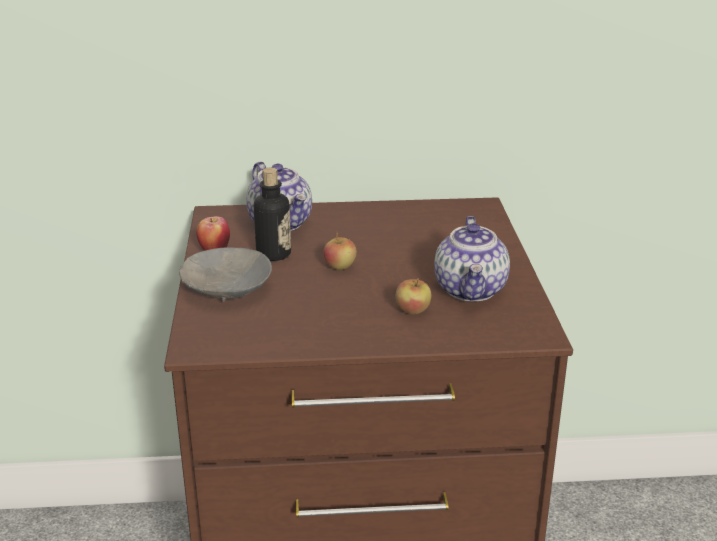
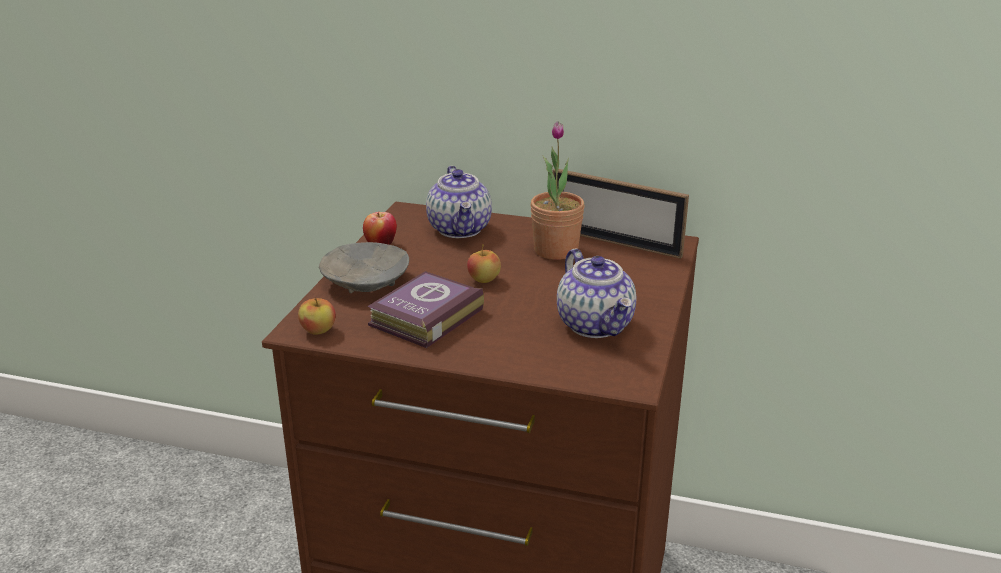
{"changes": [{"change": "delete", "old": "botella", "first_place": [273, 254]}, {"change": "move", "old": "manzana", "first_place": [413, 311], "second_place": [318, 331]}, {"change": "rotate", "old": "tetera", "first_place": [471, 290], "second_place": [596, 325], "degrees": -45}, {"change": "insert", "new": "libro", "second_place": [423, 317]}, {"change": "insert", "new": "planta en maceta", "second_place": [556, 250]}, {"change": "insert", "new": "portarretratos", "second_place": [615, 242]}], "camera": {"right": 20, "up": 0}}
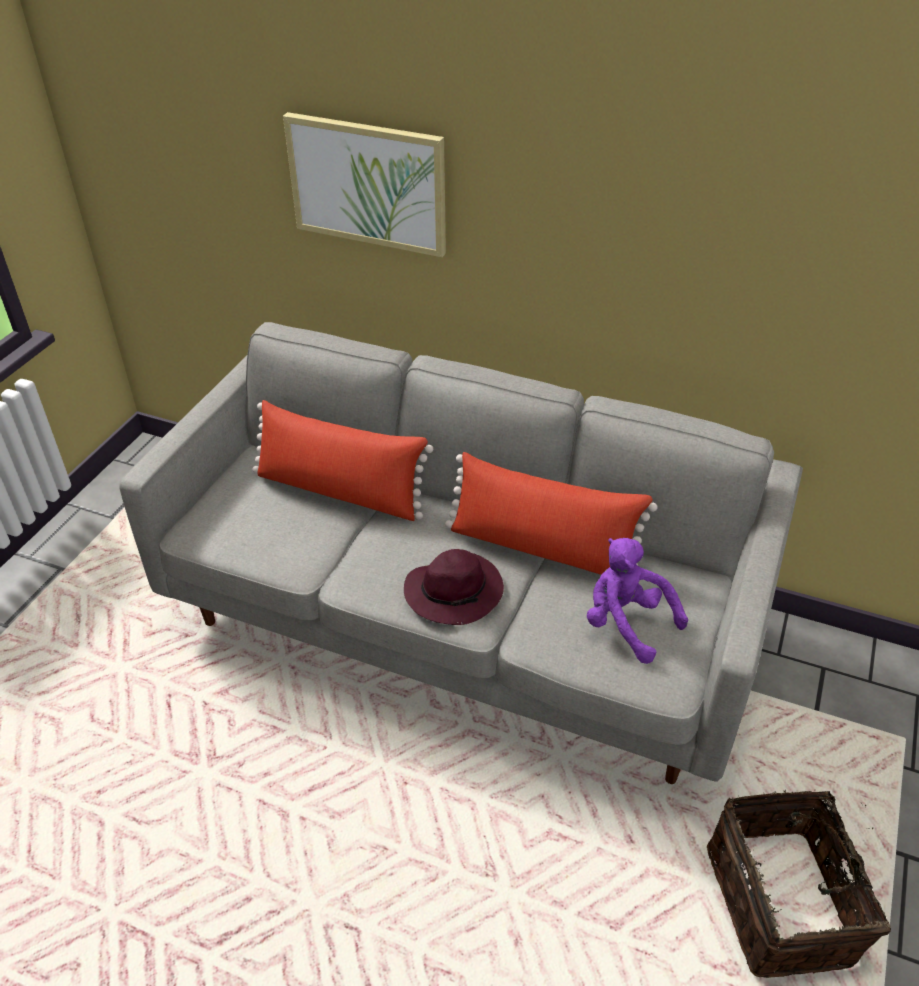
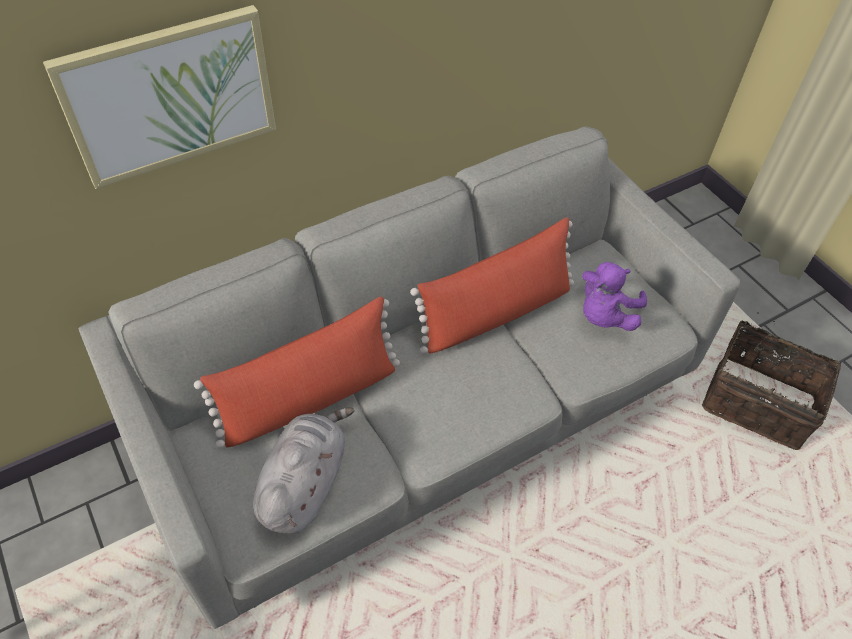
{"changes": [{"change": "delete", "old": "sombrero (morado)", "first_place": [455, 591]}, {"change": "rotate", "old": "peluche (morado)", "first_place": [626, 623], "second_place": [604, 316], "degrees": -45}, {"change": "insert", "new": "peluche (gris)", "second_place": [304, 483]}], "camera": {"right": -55, "up": 10}}
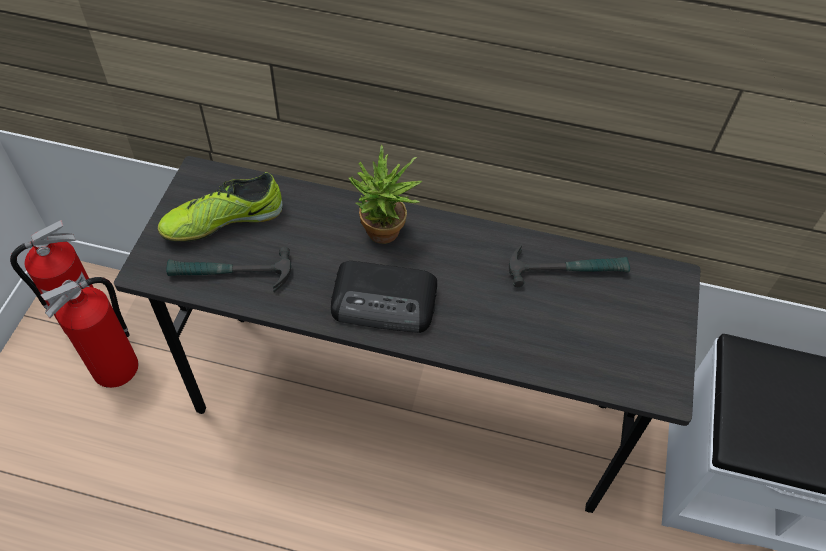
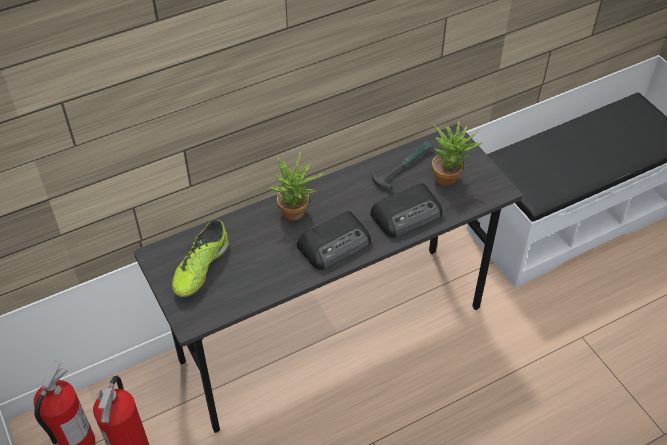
{"changes": [{"change": "delete", "old": "martillo", "first_place": [230, 274]}, {"change": "insert", "new": "radio", "second_place": [407, 214]}, {"change": "insert", "new": "planta en maceta", "second_place": [450, 176]}], "camera": {"right": -40, "up": -5}}
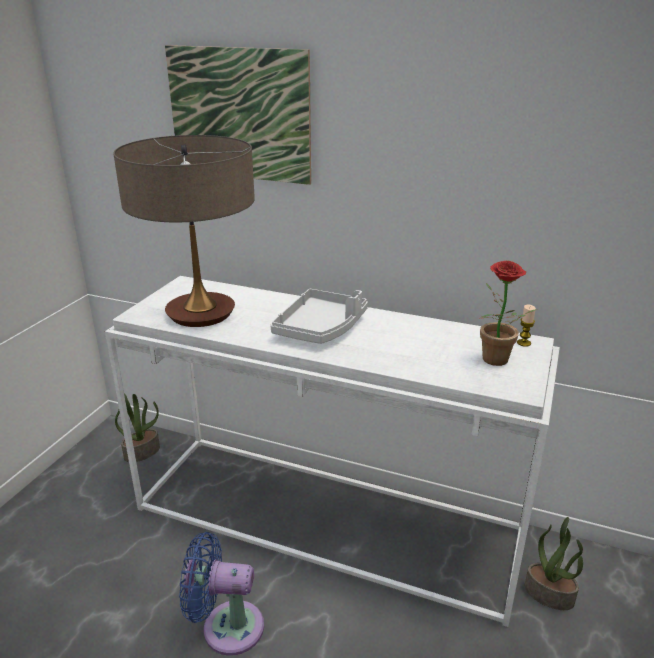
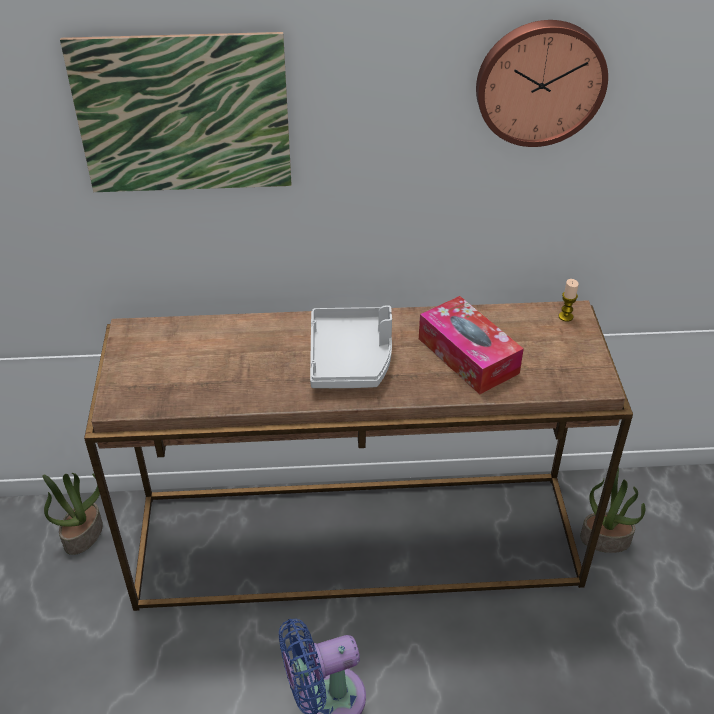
{"changes": [{"change": "recolor", "old": "mesa consola (blanco)", "new": "mesa consola (marrón)", "first_place": [330, 518], "second_place": [359, 538]}, {"change": "delete", "old": "lámpara de mesa", "first_place": [200, 313]}, {"change": "delete", "old": "planta en maceta", "first_place": [496, 362]}, {"change": "insert", "new": "caja de pañuelos", "second_place": [468, 356]}, {"change": "insert", "new": "reloj de pared", "second_place": [539, 82]}], "camera": {"right": -25, "up": 15}}
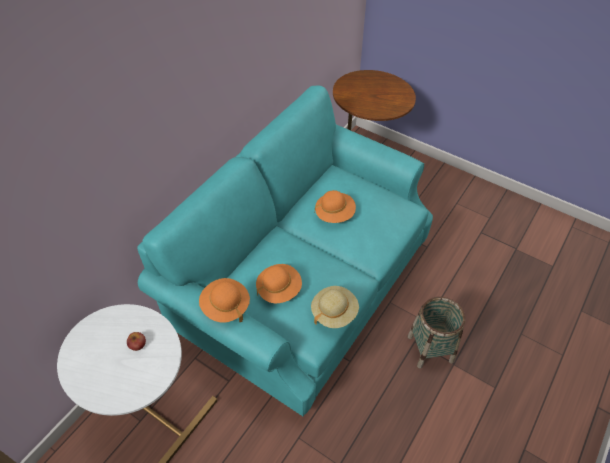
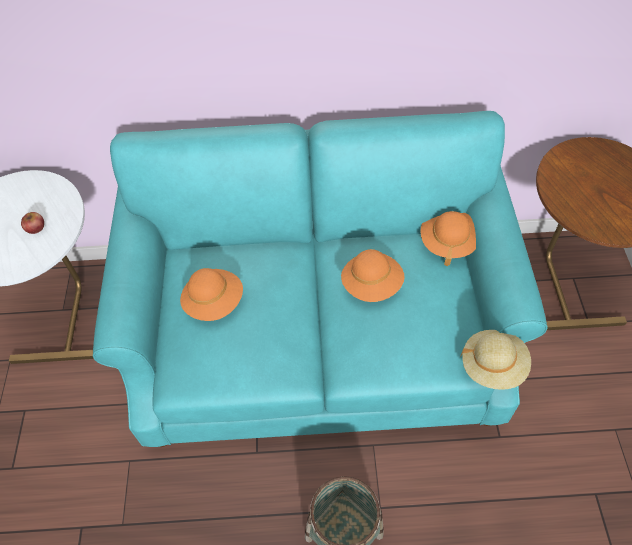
{"changes": [{"change": "move", "old": "sombrero (naranja)", "first_place": [225, 306], "second_place": [447, 242]}, {"change": "move", "old": "sombrero (beis)", "first_place": [334, 312], "second_place": [493, 366]}], "camera": {"right": 55, "up": 5}}
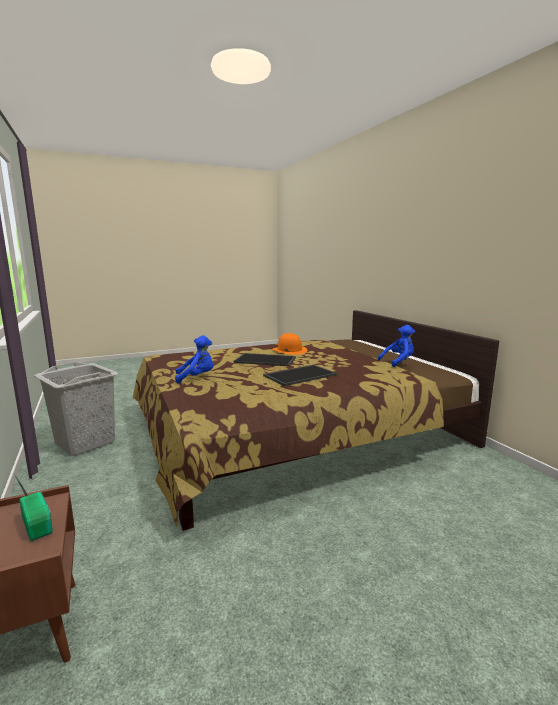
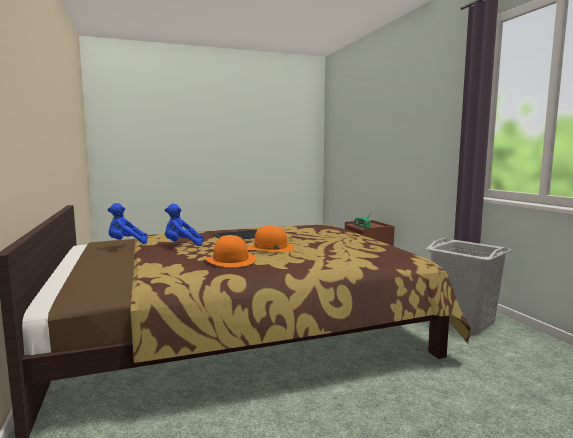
{"changes": [{"change": "move", "old": "peluche (azul)", "first_place": [196, 377], "second_place": [182, 245]}, {"change": "replace", "old": "bandeja", "new": "sombrero (naranja)", "first_place": [266, 360], "second_place": [270, 248]}], "camera": {"right": -175, "up": -5}}
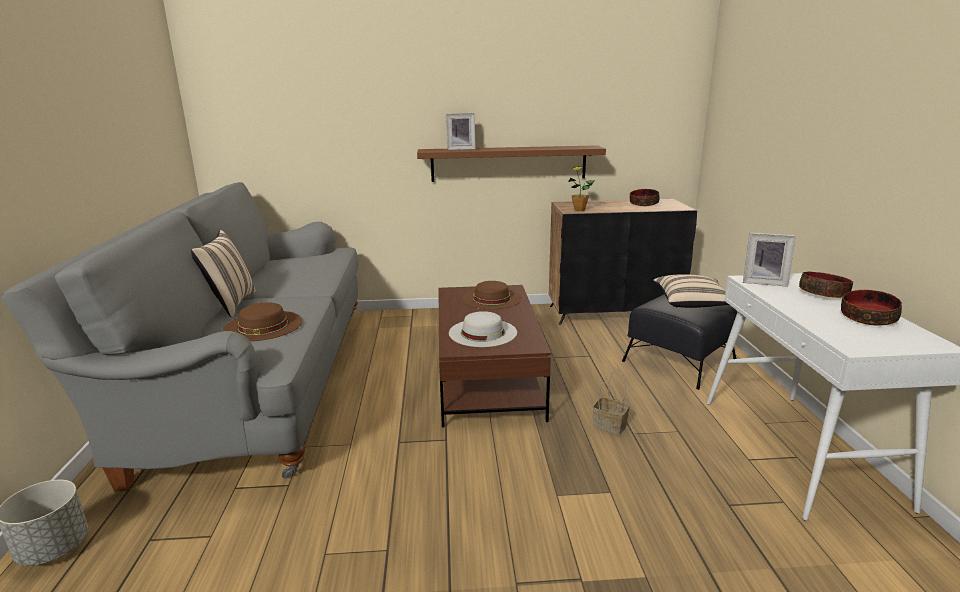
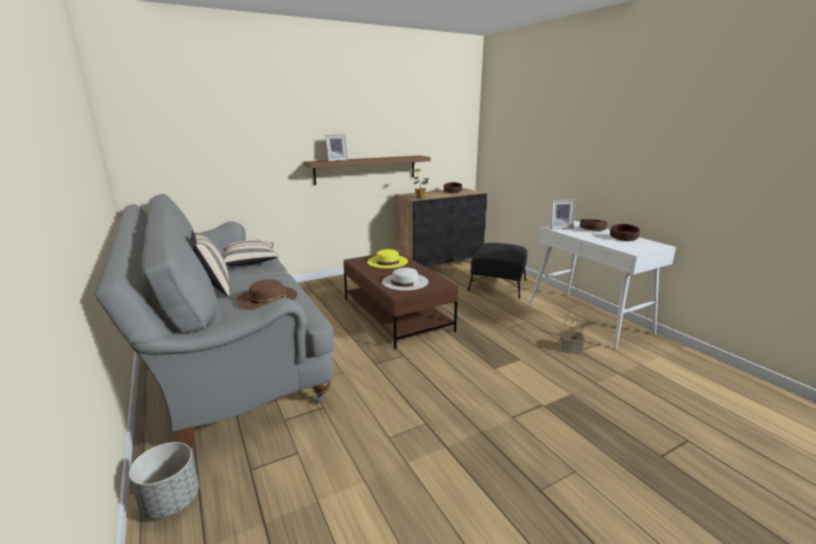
{"changes": [{"change": "recolor", "old": "sombrero (marrón)", "new": "sombrero (amarillo)", "first_place": [491, 298], "second_place": [387, 261]}, {"change": "move", "old": "cesta", "first_place": [608, 425], "second_place": [569, 349]}, {"change": "move", "old": "cojín (beis)", "first_place": [692, 303], "second_place": [251, 262]}], "camera": {"right": -25, "up": 0}}
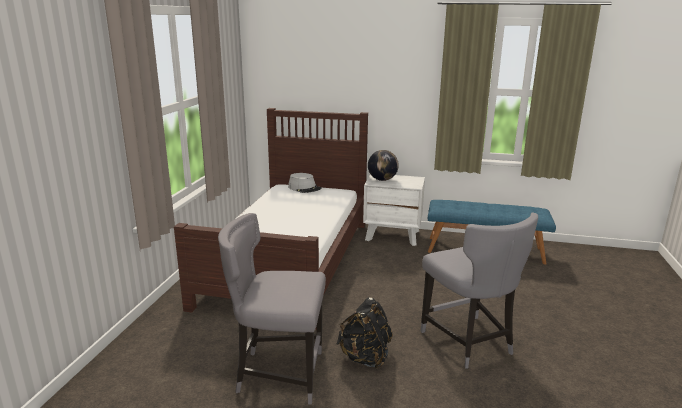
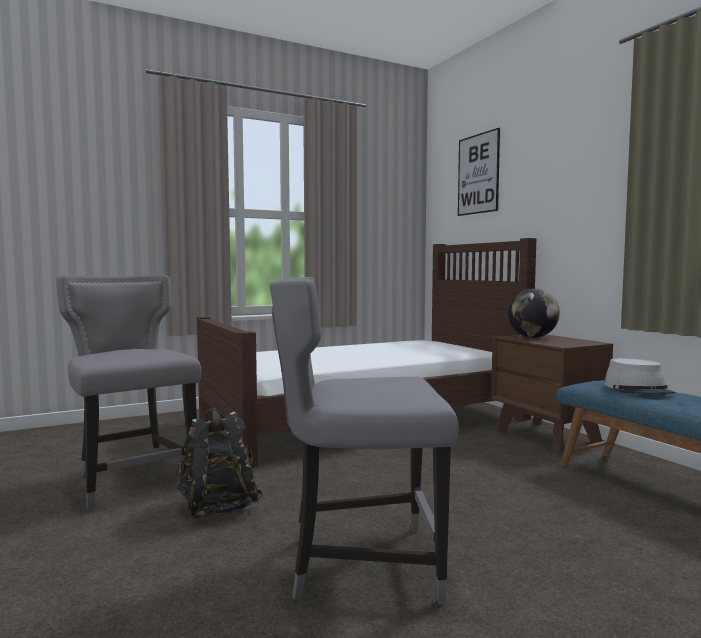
{"changes": [{"change": "move", "old": "sombrero (gris)", "first_place": [304, 188], "second_place": [638, 389]}, {"change": "recolor", "old": "mesita de noche (blanco)", "new": "mesita de noche (marrón)", "first_place": [393, 235], "second_place": [547, 436]}, {"change": "rotate", "old": "silla (gris)", "first_place": [468, 342], "second_place": [360, 564], "degrees": 60}, {"change": "insert", "new": "cuadro", "second_place": [478, 174]}], "camera": {"right": 50, "up": -15}}
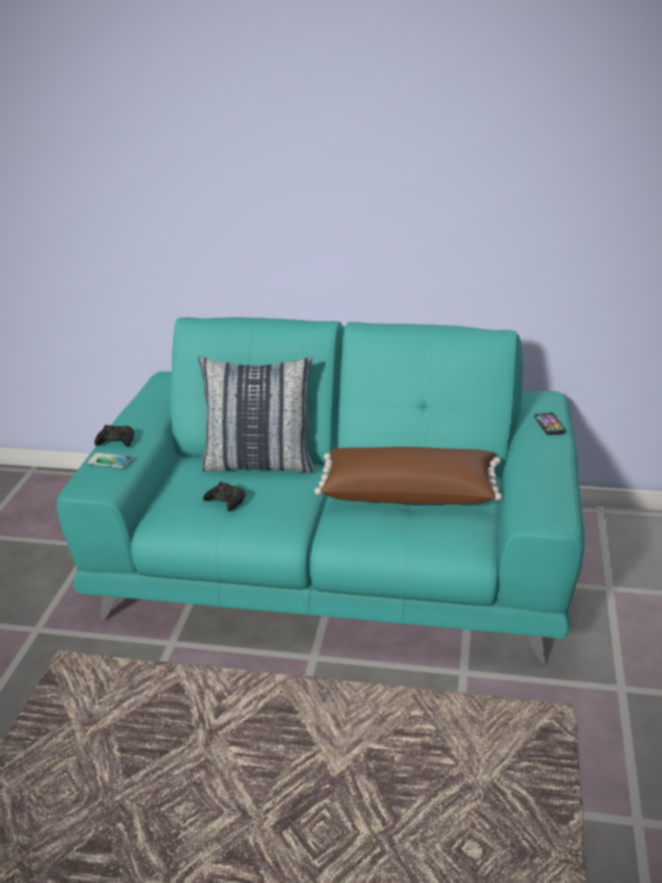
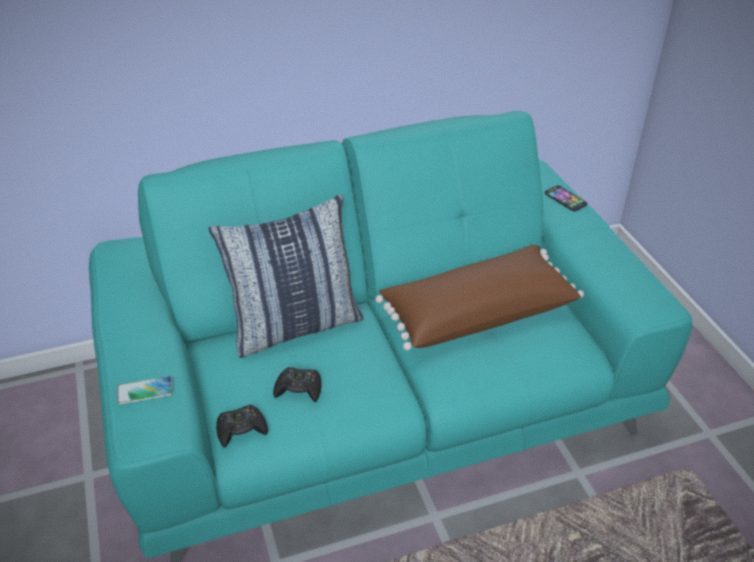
{"changes": [{"change": "move", "old": "mando de consola (negro)", "first_place": [116, 441], "second_place": [241, 429]}], "camera": {"right": -30, "up": 10}}
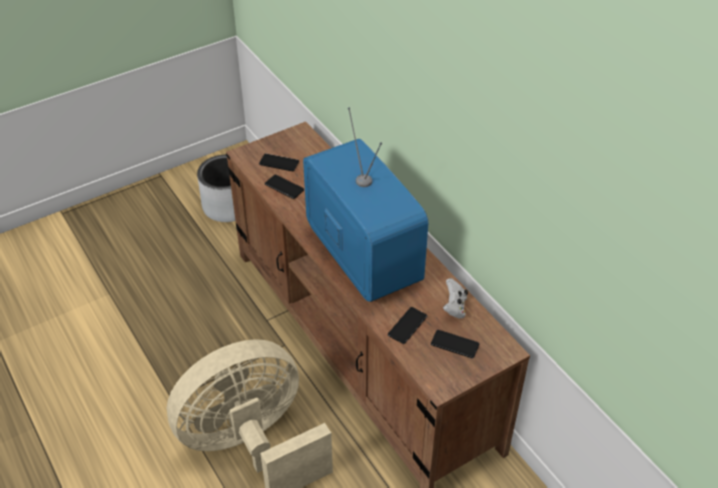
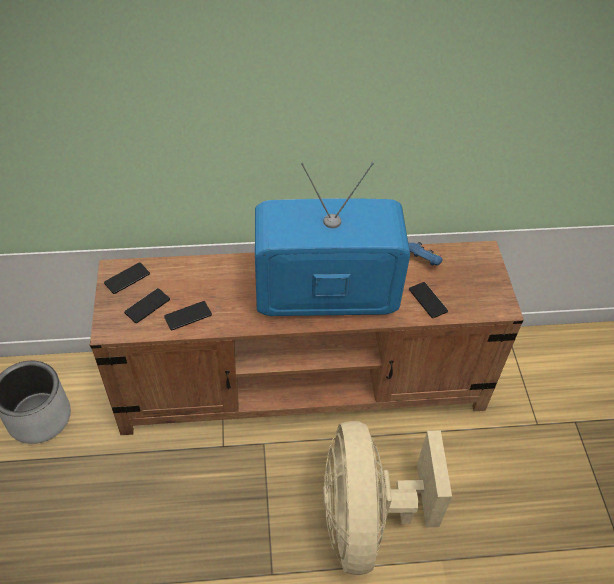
{"changes": [{"change": "move", "old": "móvil", "first_place": [454, 344], "second_place": [127, 278]}, {"change": "recolor", "old": "mando de consola (blanco)", "new": "mando de consola (azul)", "first_place": [454, 307], "second_place": [423, 261]}], "camera": {"right": -65, "up": 5}}
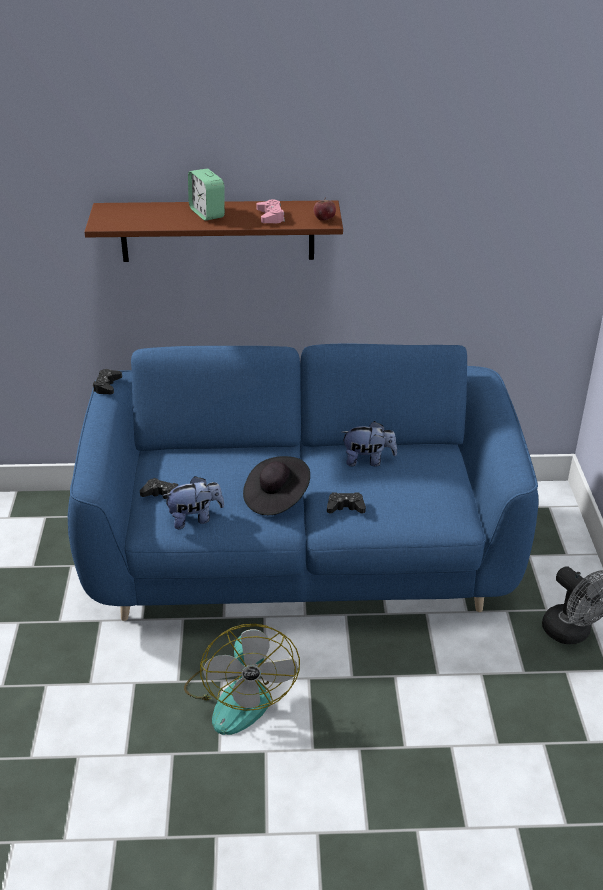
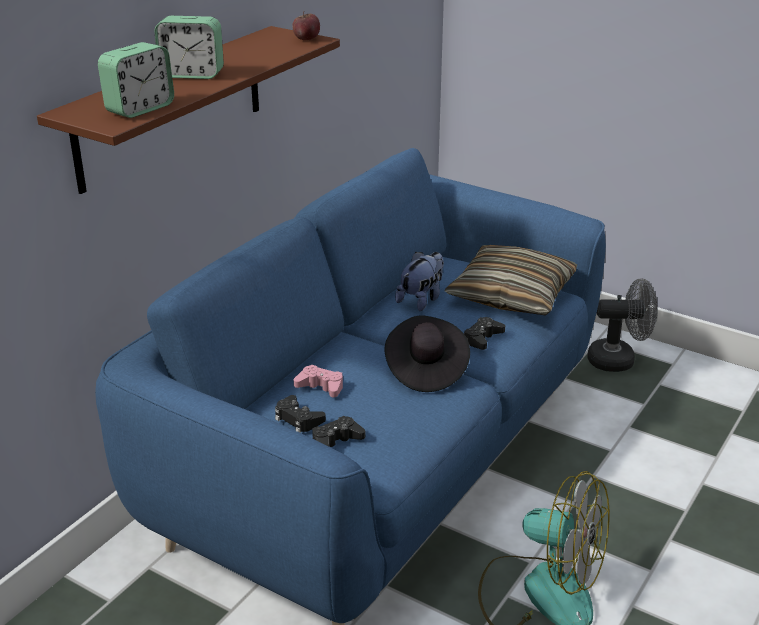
{"changes": [{"change": "move", "old": "mando de consola (negro)", "first_place": [107, 386], "second_place": [298, 419]}, {"change": "delete", "old": "peluche", "first_place": [195, 518]}, {"change": "move", "old": "mando de consola (rosa)", "first_place": [270, 217], "second_place": [321, 386]}, {"change": "insert", "new": "despertador", "second_place": [140, 109]}, {"change": "insert", "new": "cojín", "second_place": [511, 294]}], "camera": {"right": -55, "up": -5}}
